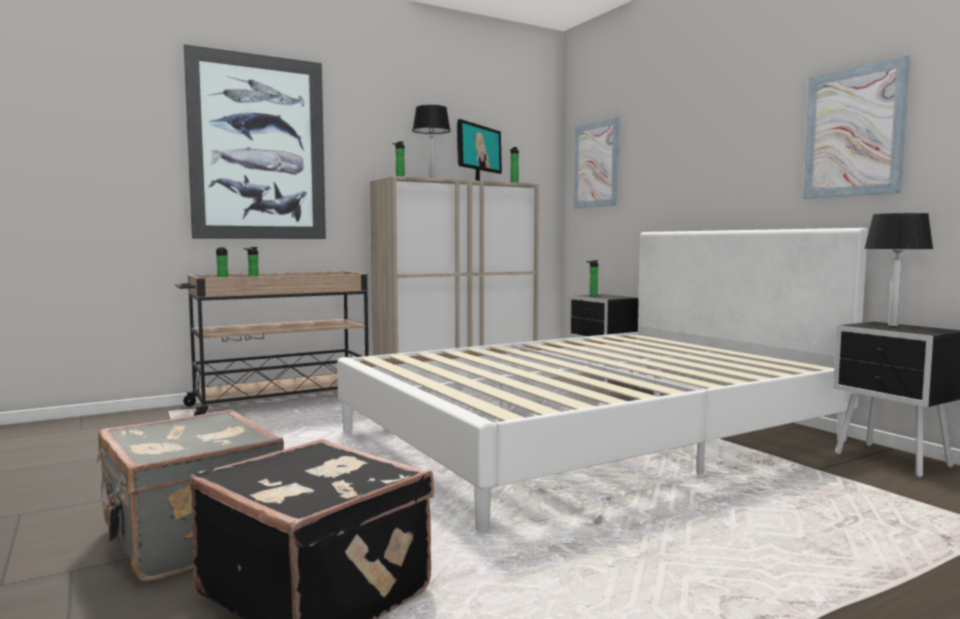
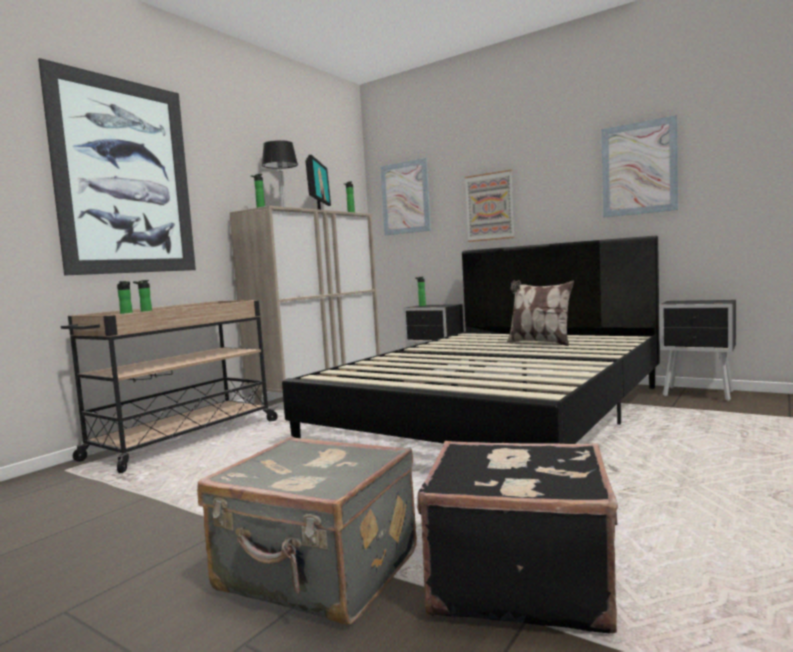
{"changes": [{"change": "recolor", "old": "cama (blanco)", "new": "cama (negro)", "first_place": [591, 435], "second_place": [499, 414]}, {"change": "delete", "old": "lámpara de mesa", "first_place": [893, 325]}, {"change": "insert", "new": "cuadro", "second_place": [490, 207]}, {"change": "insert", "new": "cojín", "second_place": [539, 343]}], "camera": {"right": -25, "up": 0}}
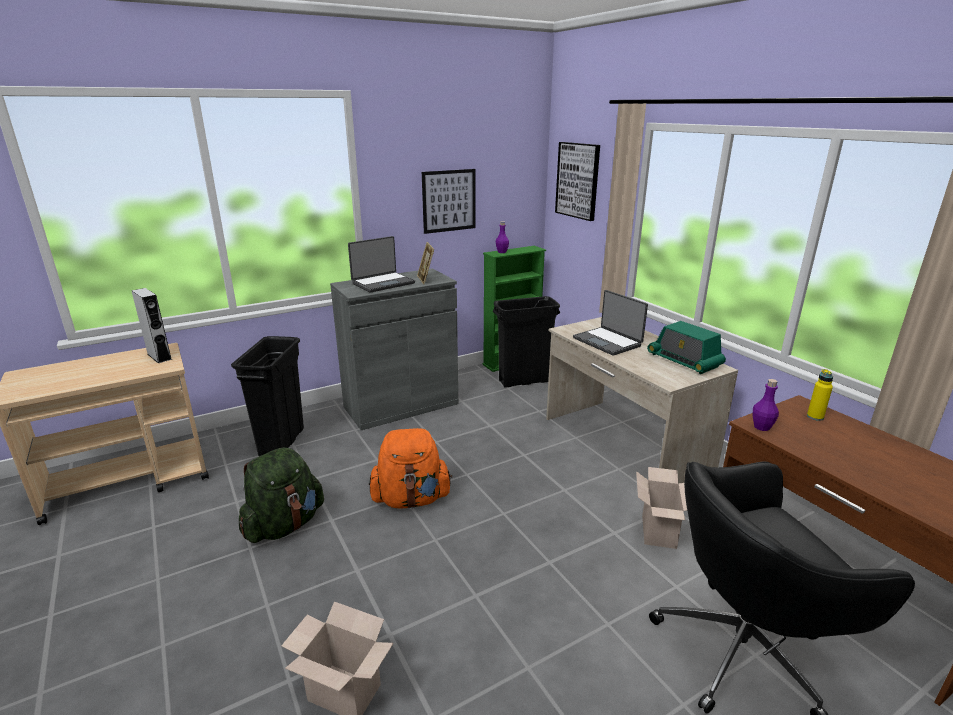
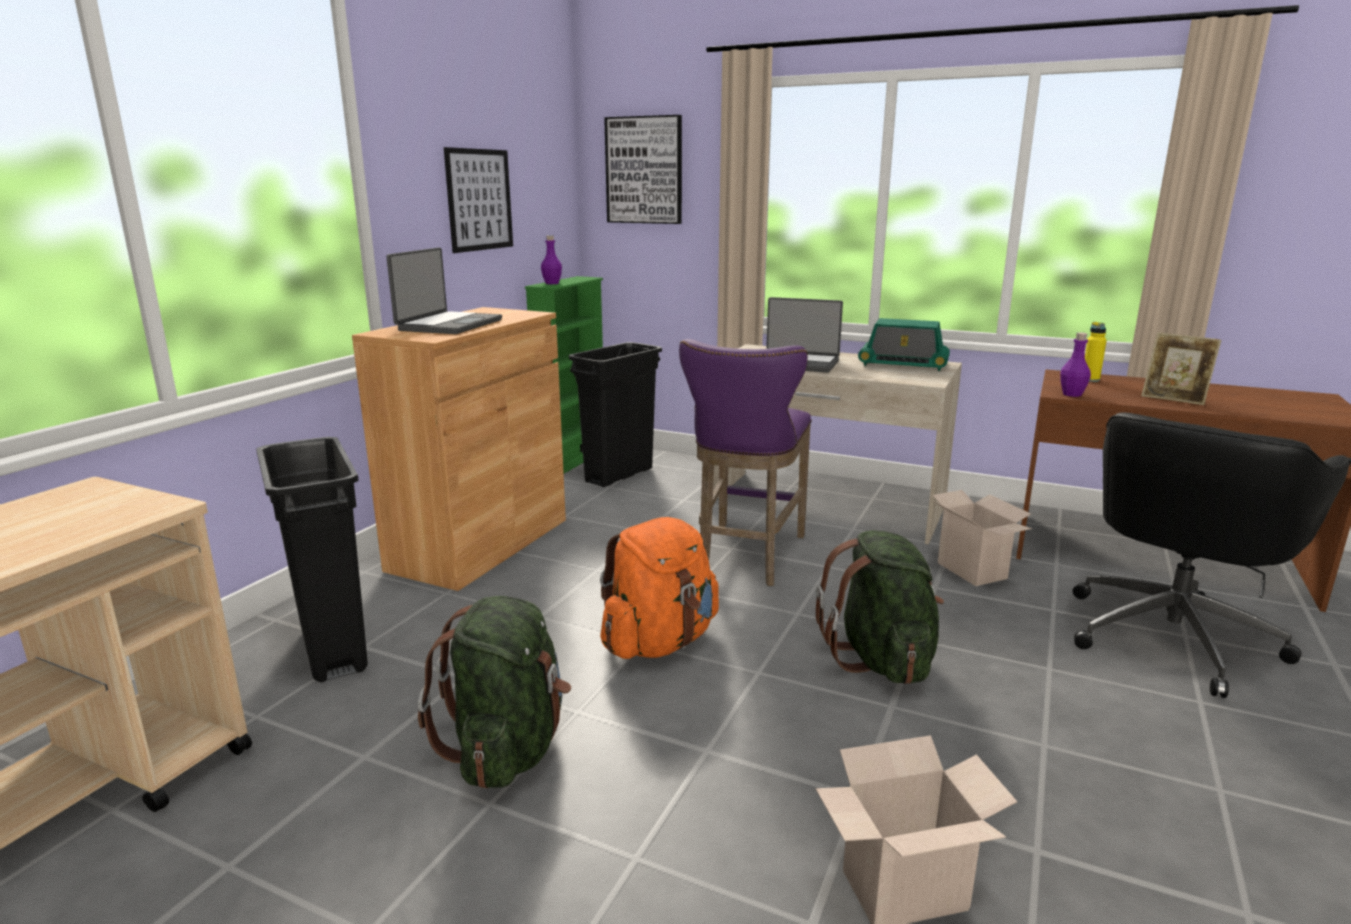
{"changes": [{"change": "delete", "old": "altavoz (gris)", "first_place": [159, 356]}, {"change": "recolor", "old": "armario (gris)", "new": "armario (marrón)", "first_place": [401, 405], "second_place": [480, 544]}, {"change": "move", "old": "portarretratos", "first_place": [426, 279], "second_place": [1174, 399]}, {"change": "insert", "new": "taburete (morado)", "second_place": [746, 557]}, {"change": "insert", "new": "mochila (verde)", "second_place": [881, 659]}], "camera": {"right": -35, "up": -5}}
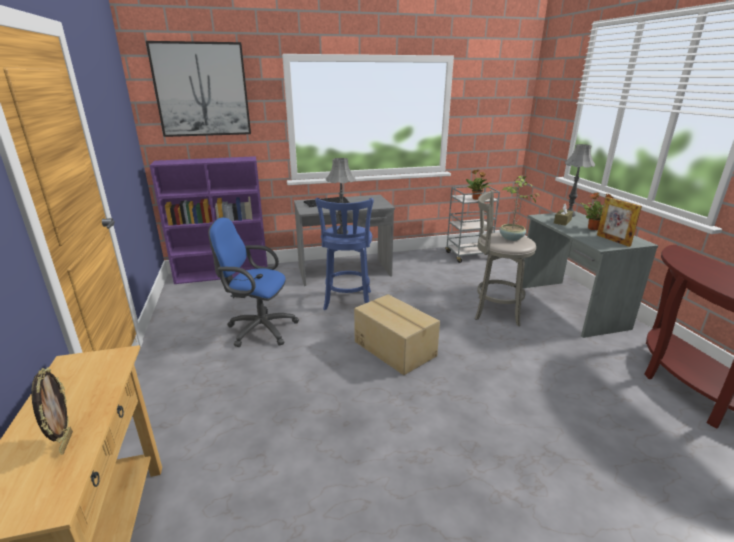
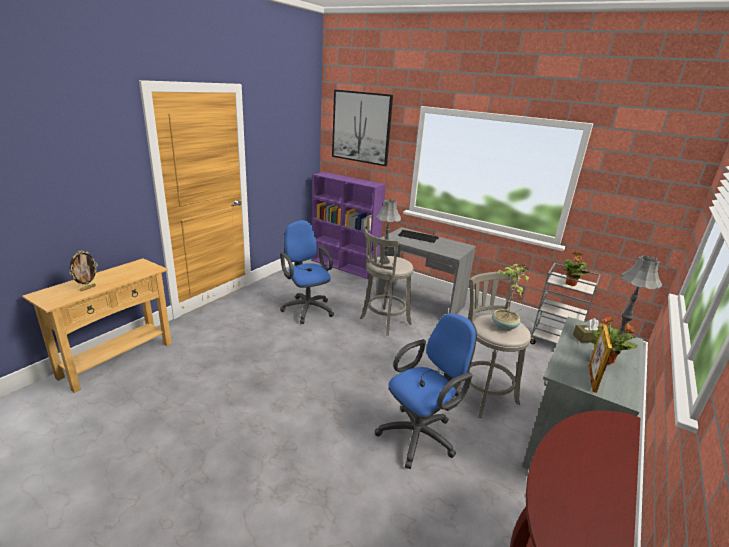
{"changes": [{"change": "recolor", "old": "taburete (azul)", "new": "taburete (gris)", "first_place": [347, 302], "second_place": [383, 322]}, {"change": "delete", "old": "caja de cartón", "first_place": [395, 348]}, {"change": "insert", "new": "silla de oficina (azul)", "second_place": [420, 435]}], "camera": {"right": 45, "up": 0}}
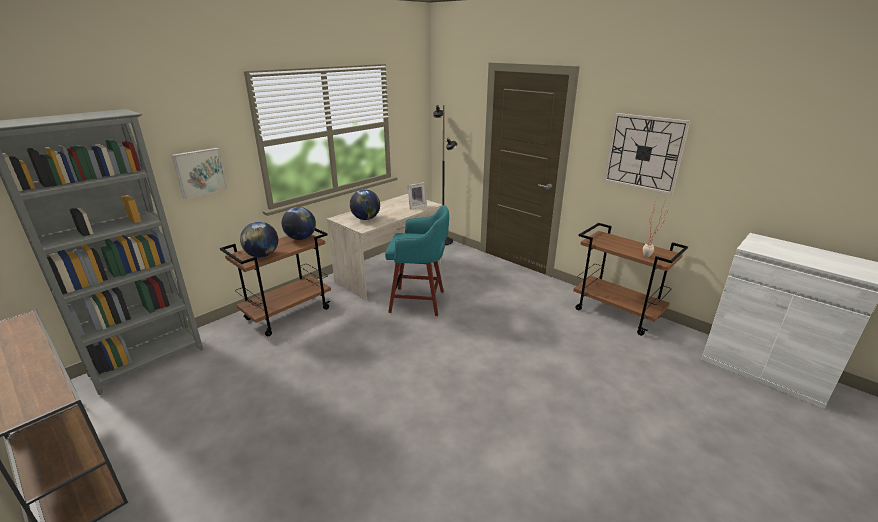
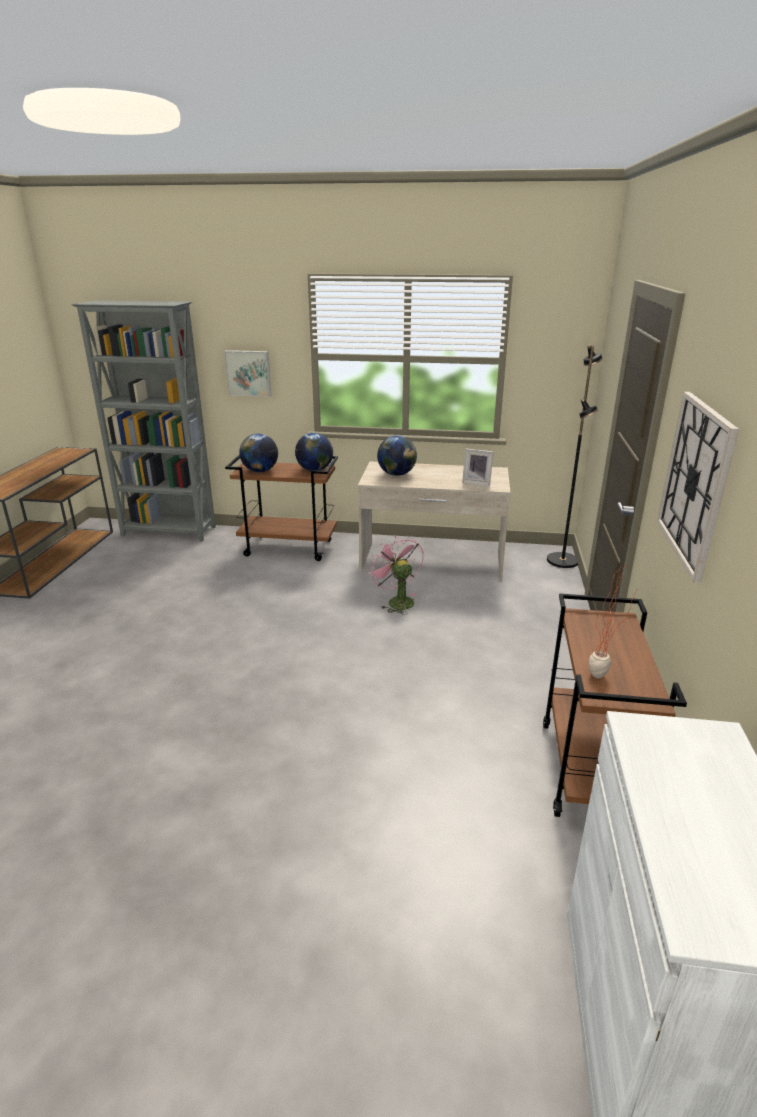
{"changes": [{"change": "replace", "old": "taburete (turquesa)", "new": "ventilador (rosa)", "first_place": [419, 301], "second_place": [397, 601]}], "camera": {"right": 55, "up": 0}}
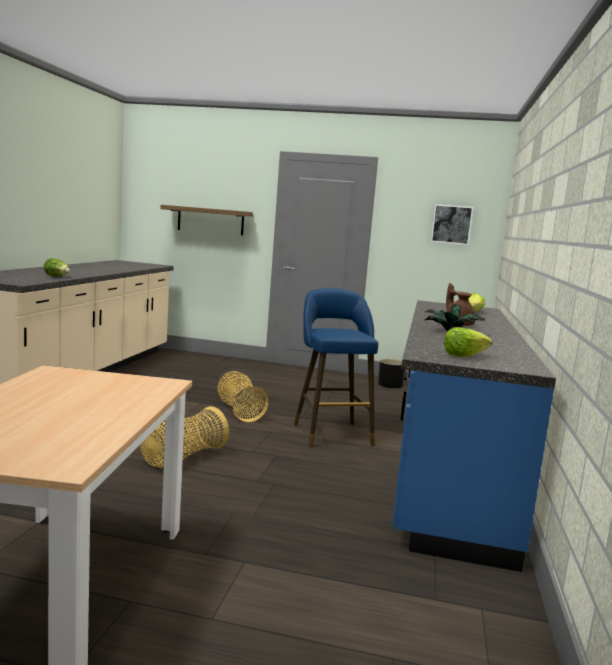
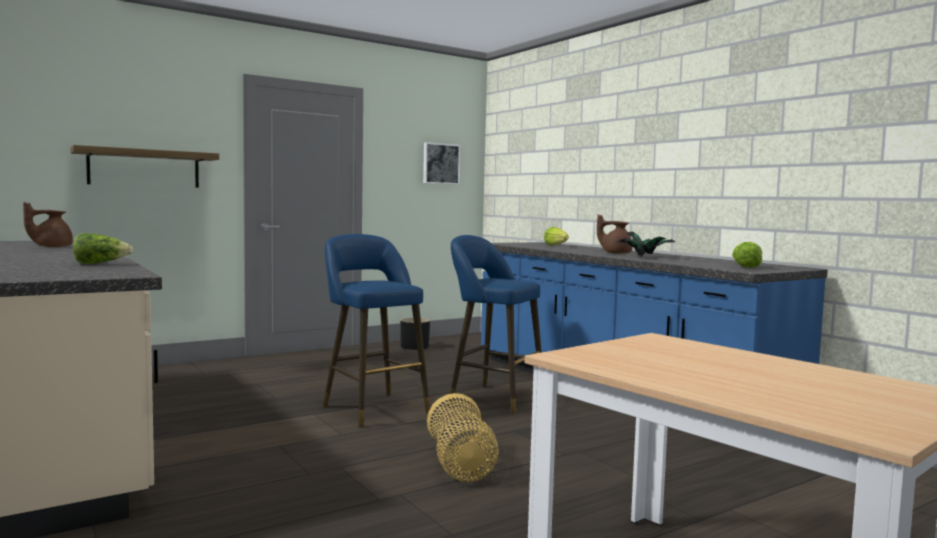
{"changes": [{"change": "replace", "old": "cesta", "new": "taburete (azul)", "first_place": [239, 411], "second_place": [372, 408]}, {"change": "insert", "new": "tetera (marrón)", "second_place": [51, 247]}], "camera": {"right": -45, "up": -5}}
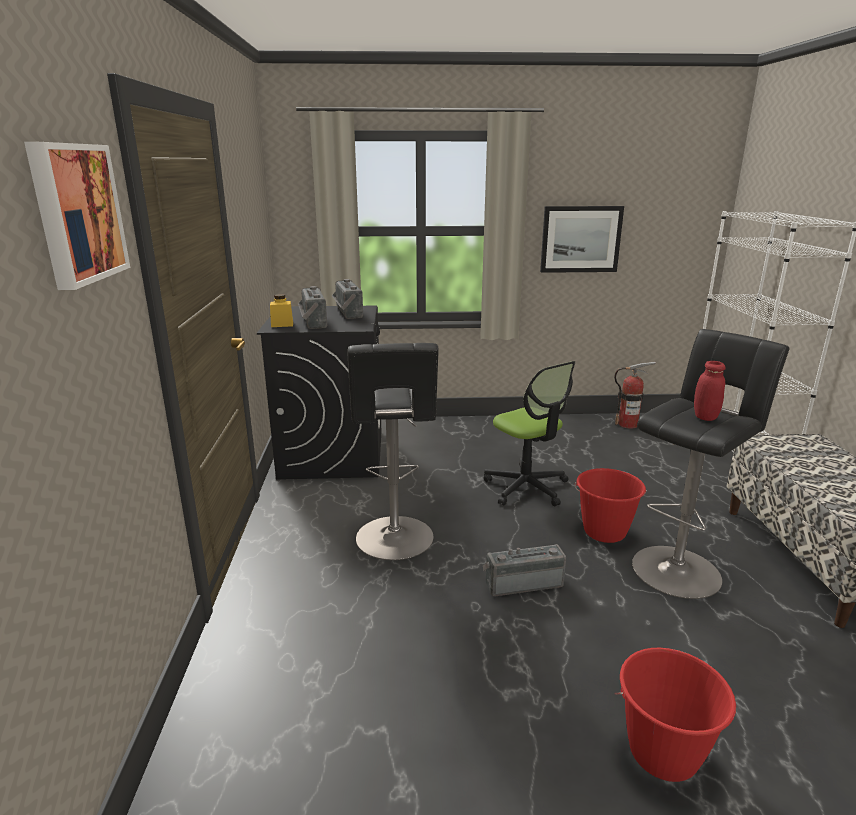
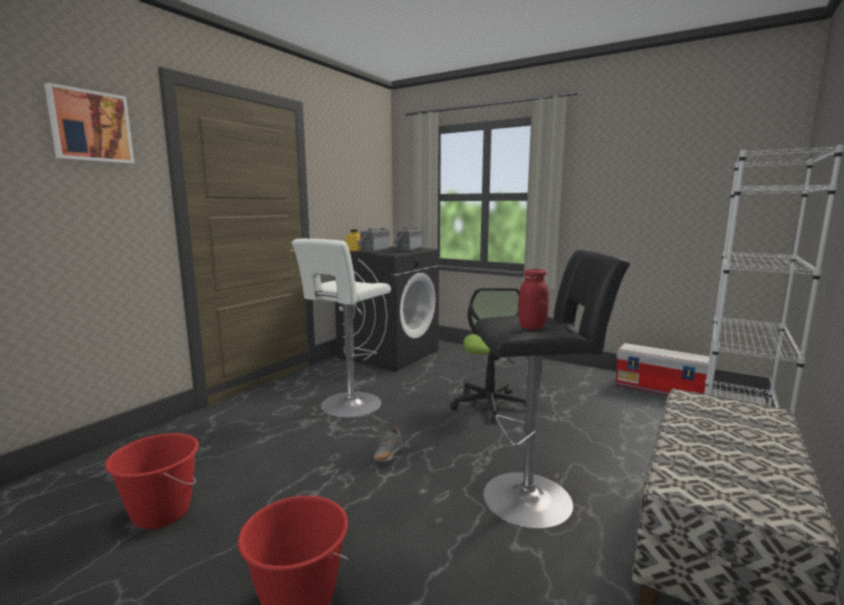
{"changes": [{"change": "recolor", "old": "taburete (negro)", "new": "taburete (blanco)", "first_place": [395, 541], "second_place": [348, 406]}, {"change": "replace", "old": "radio", "new": "zapato (gris)", "first_place": [523, 582], "second_place": [387, 456]}, {"change": "delete", "old": "cuadro", "first_place": [580, 239]}, {"change": "move", "old": "cubo (rojo)", "first_place": [604, 532], "second_place": [161, 513]}, {"change": "replace", "old": "extintor", "new": "caja de almacenaje", "first_place": [627, 424], "second_place": [660, 389]}], "camera": {"right": 35, "up": -10}}
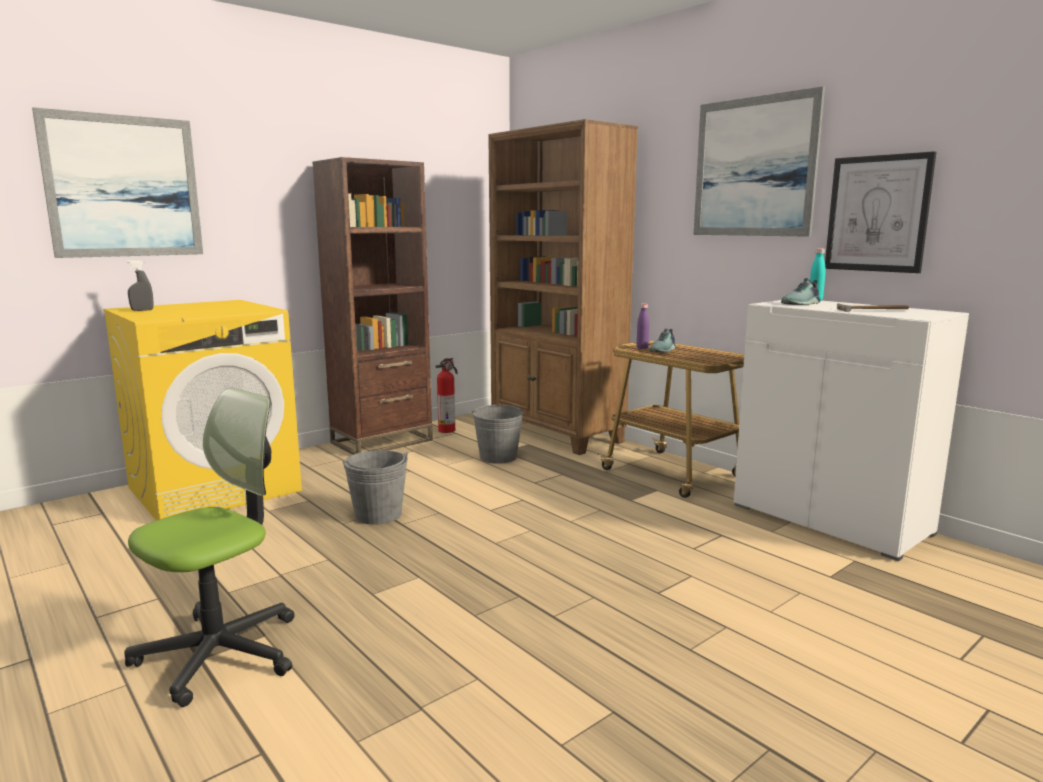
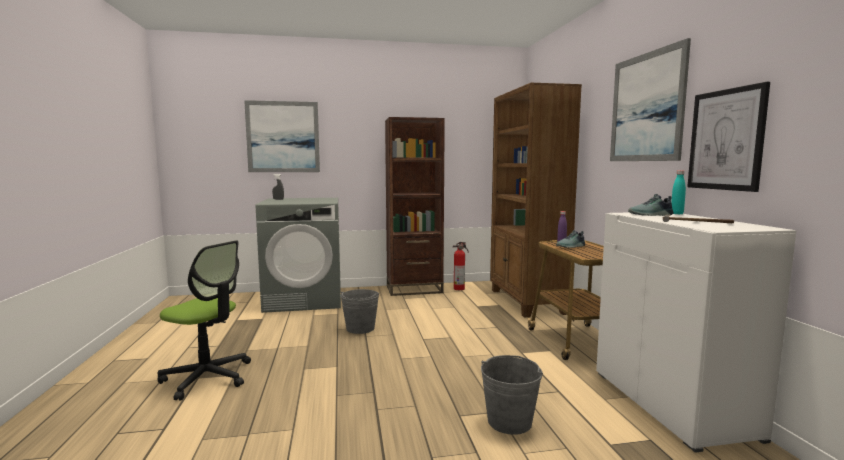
{"changes": [{"change": "recolor", "old": "lavadora (amarillo)", "new": "lavadora (gris)", "first_place": [215, 489], "second_place": [305, 299]}, {"change": "rotate", "old": "silla de oficina", "first_place": [220, 653], "second_place": [207, 377], "degrees": 45}, {"change": "move", "old": "cubo (gris)", "first_place": [498, 457], "second_place": [509, 421]}], "camera": {"right": 30, "up": -5}}
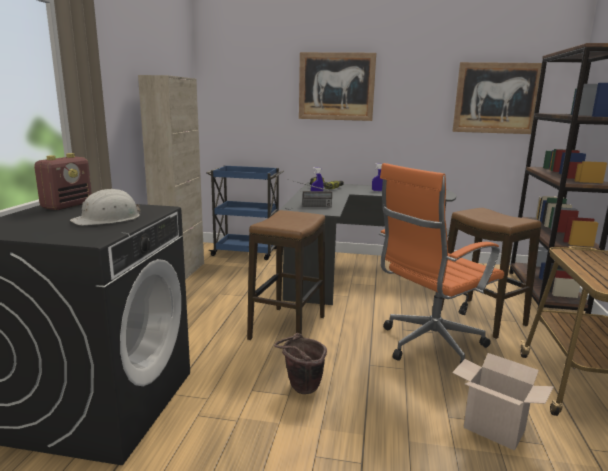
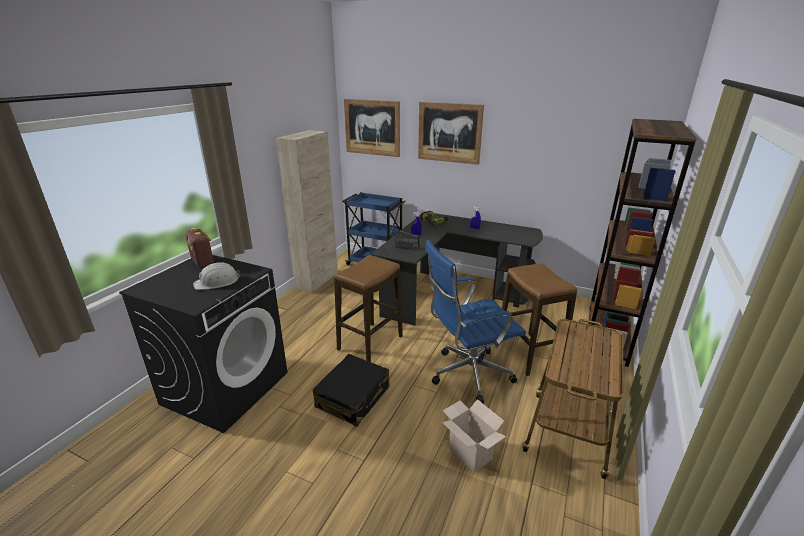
{"changes": [{"change": "rotate", "old": "radio", "first_place": [67, 206], "second_place": [203, 262], "degrees": 105}, {"change": "replace", "old": "cubo (marrón)", "new": "maleta (negro)", "first_place": [301, 389], "second_place": [353, 397]}, {"change": "recolor", "old": "silla de oficina (naranja)", "new": "silla de oficina (azul)", "first_place": [428, 346], "second_place": [467, 375]}, {"change": "move", "old": "cuadro", "first_place": [496, 98], "second_place": [372, 127]}], "camera": {"right": 15, "up": 10}}
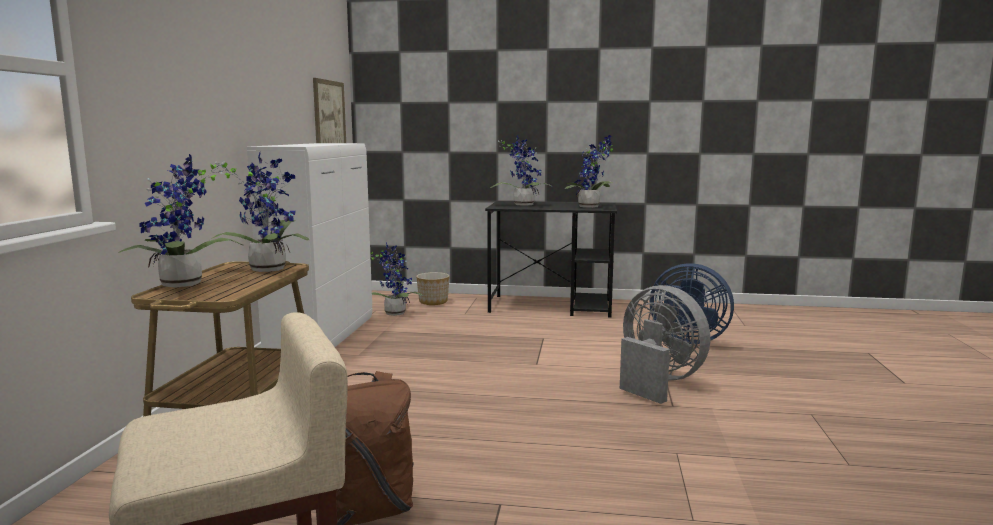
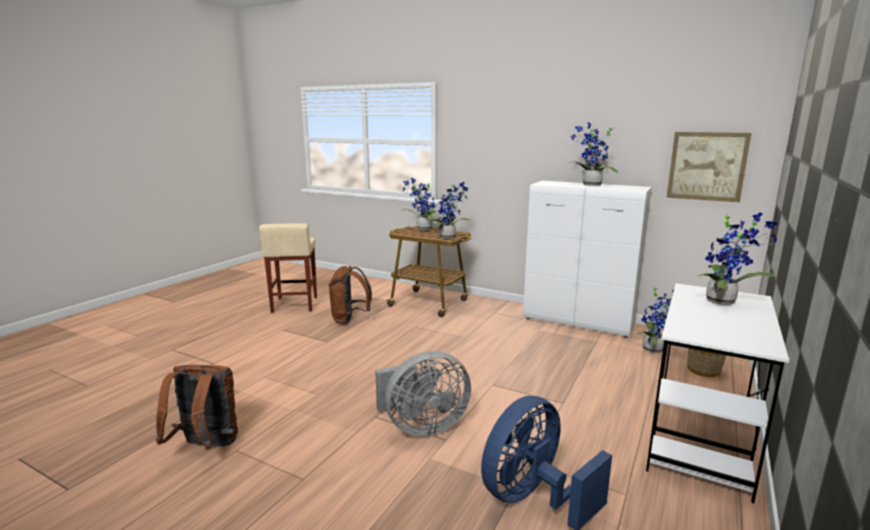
{"changes": [{"change": "recolor", "old": "escritorio (negro)", "new": "escritorio (blanco)", "first_place": [552, 306], "second_place": [700, 439]}, {"change": "move", "old": "planta en maceta", "first_place": [591, 207], "second_place": [590, 185]}, {"change": "insert", "new": "mochila (marrón)", "second_place": [206, 447]}], "camera": {"right": 110, "up": 5}}
